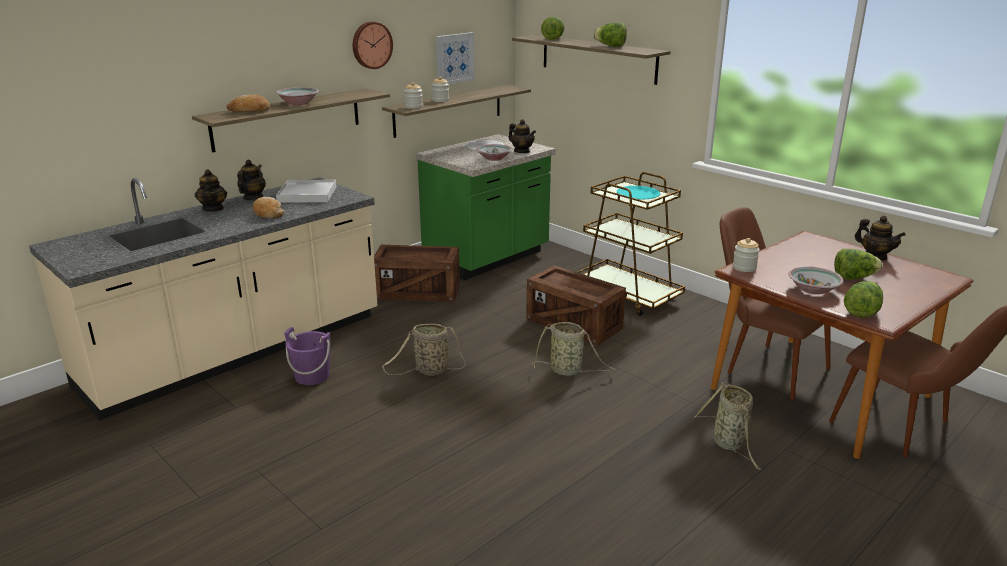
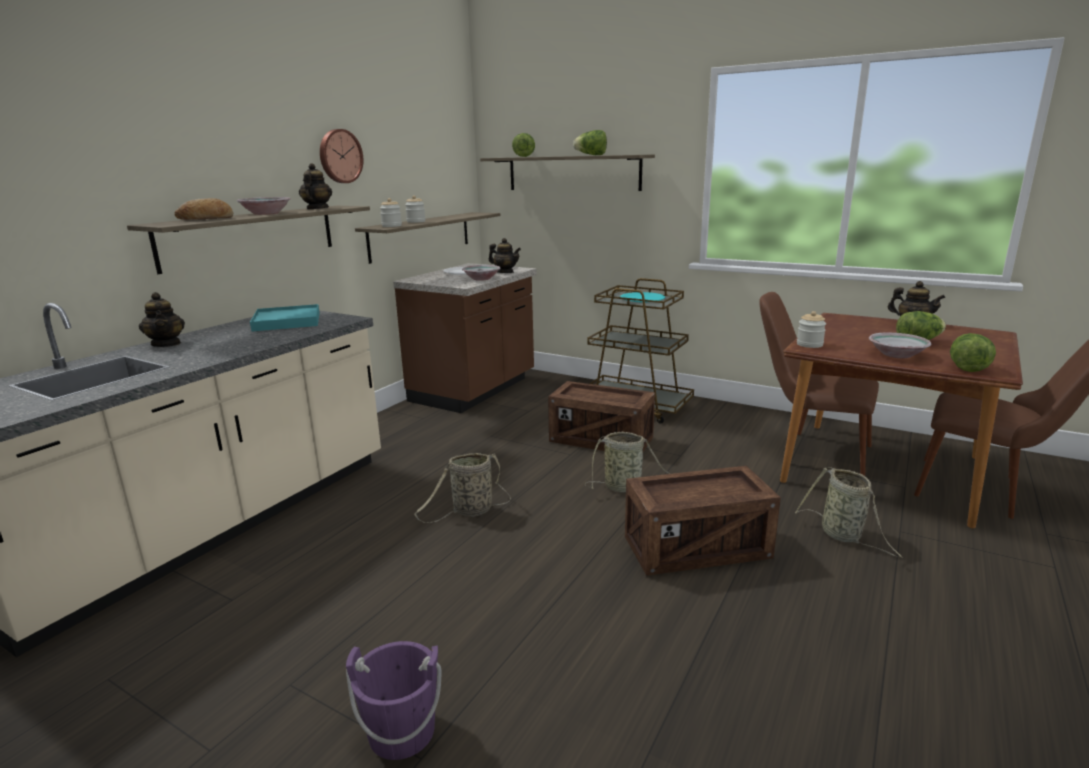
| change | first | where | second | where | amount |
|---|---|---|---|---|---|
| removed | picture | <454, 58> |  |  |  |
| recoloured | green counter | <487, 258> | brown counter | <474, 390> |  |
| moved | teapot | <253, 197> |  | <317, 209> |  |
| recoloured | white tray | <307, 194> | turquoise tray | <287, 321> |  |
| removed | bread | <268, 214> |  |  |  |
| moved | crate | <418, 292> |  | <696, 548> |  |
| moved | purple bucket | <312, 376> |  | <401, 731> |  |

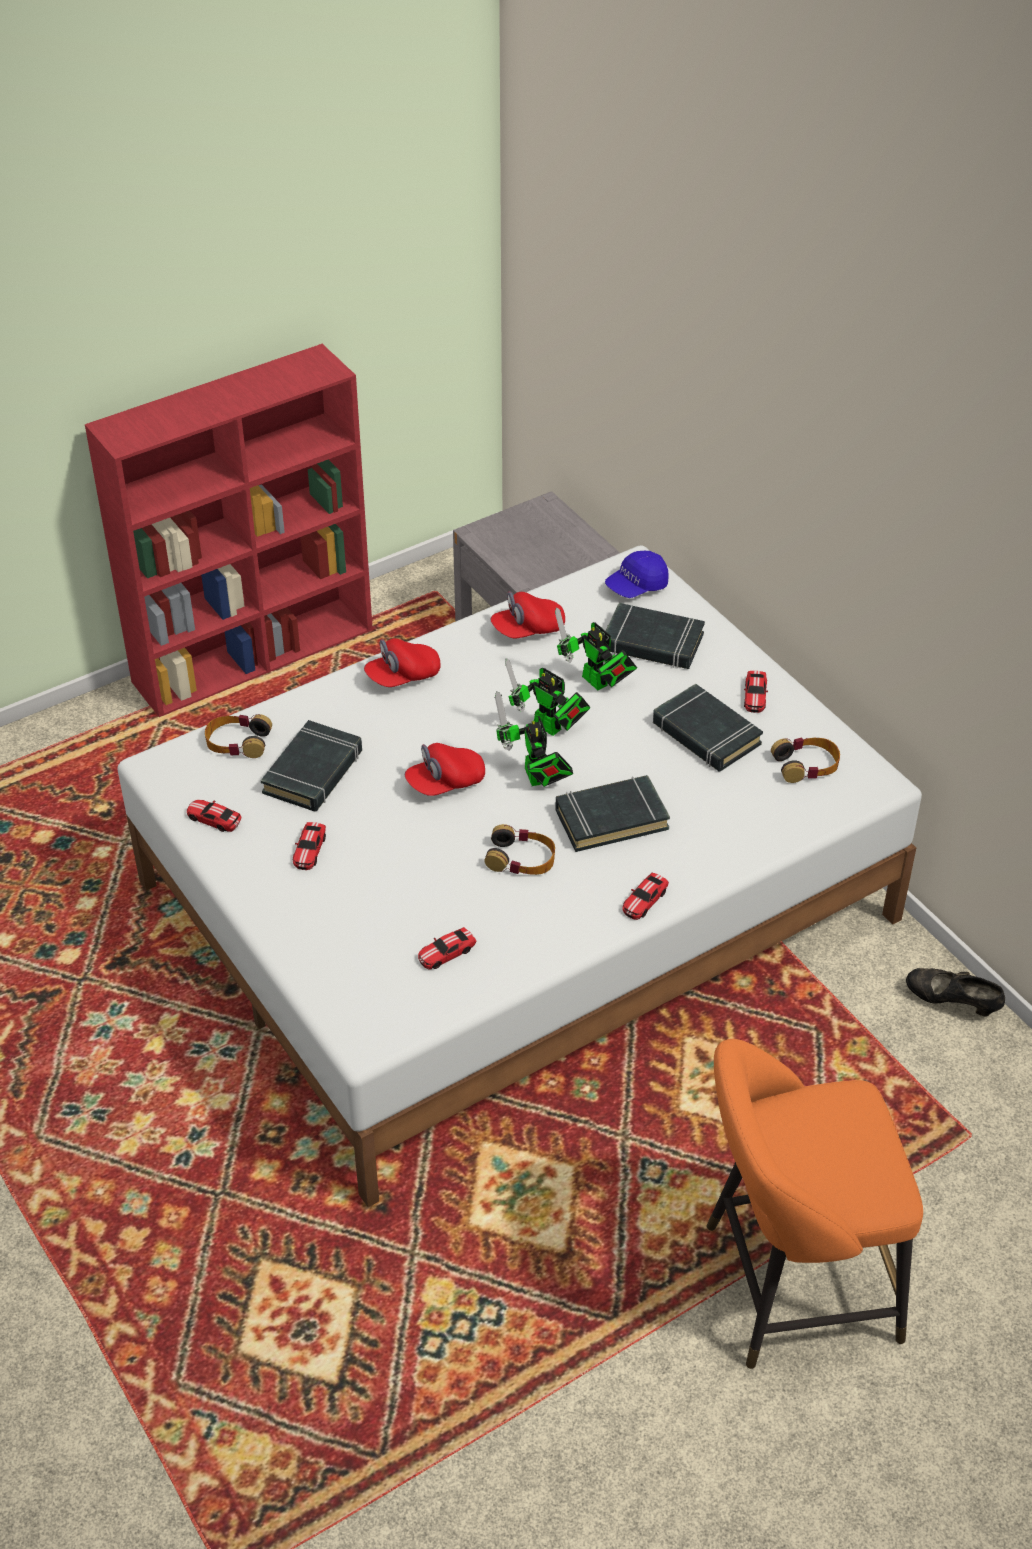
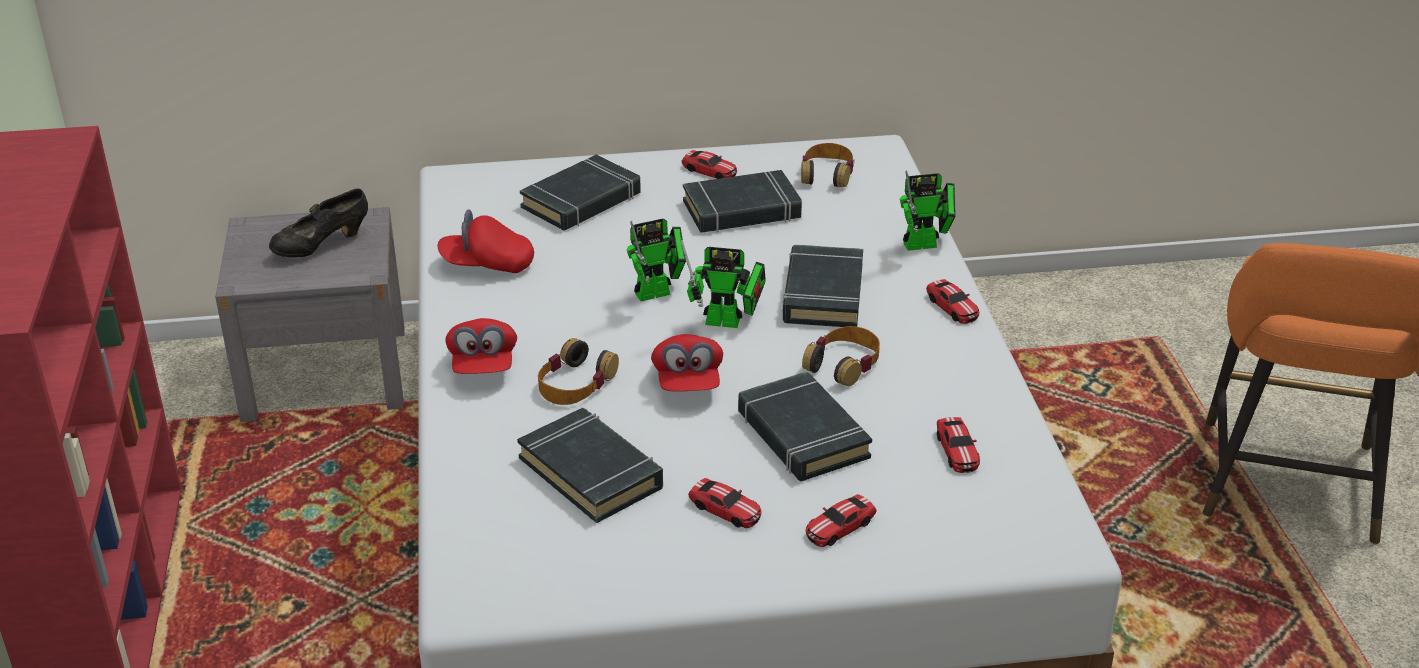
| change | first | where | second | where | amount |
|---|---|---|---|---|---|
| removed | blue cap | <636, 586> |  |  |  |
| turned | red cap | <528, 630> |  | <487, 264> | 90 degrees clockwise |
| moved | toy robot | <597, 683> |  | <925, 244> |  |
| moved | headphones | <238, 742> |  | <575, 383> |  |
| moved | toy car | <214, 819> |  | <840, 527> |  |
| moved | black shoe | <952, 1003> |  | <321, 246> |  |
| added |  |  | black book | <802, 435> |  |

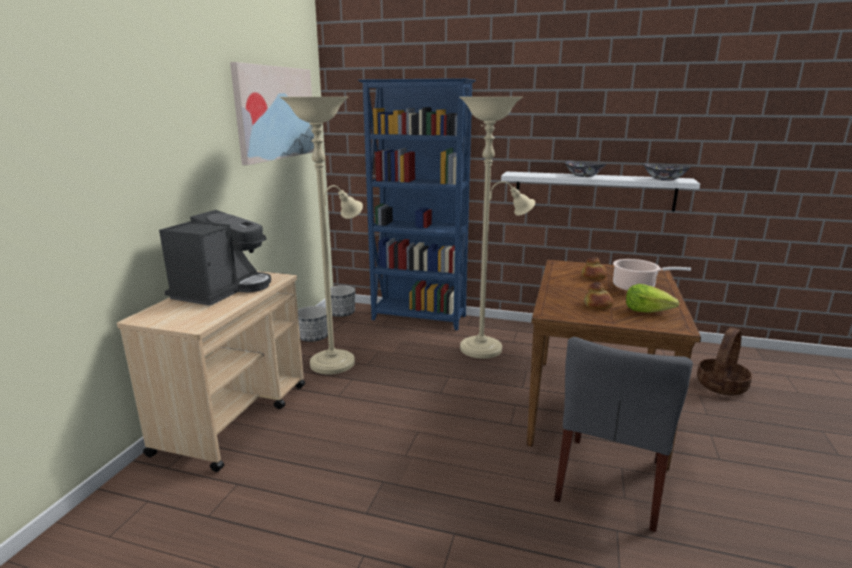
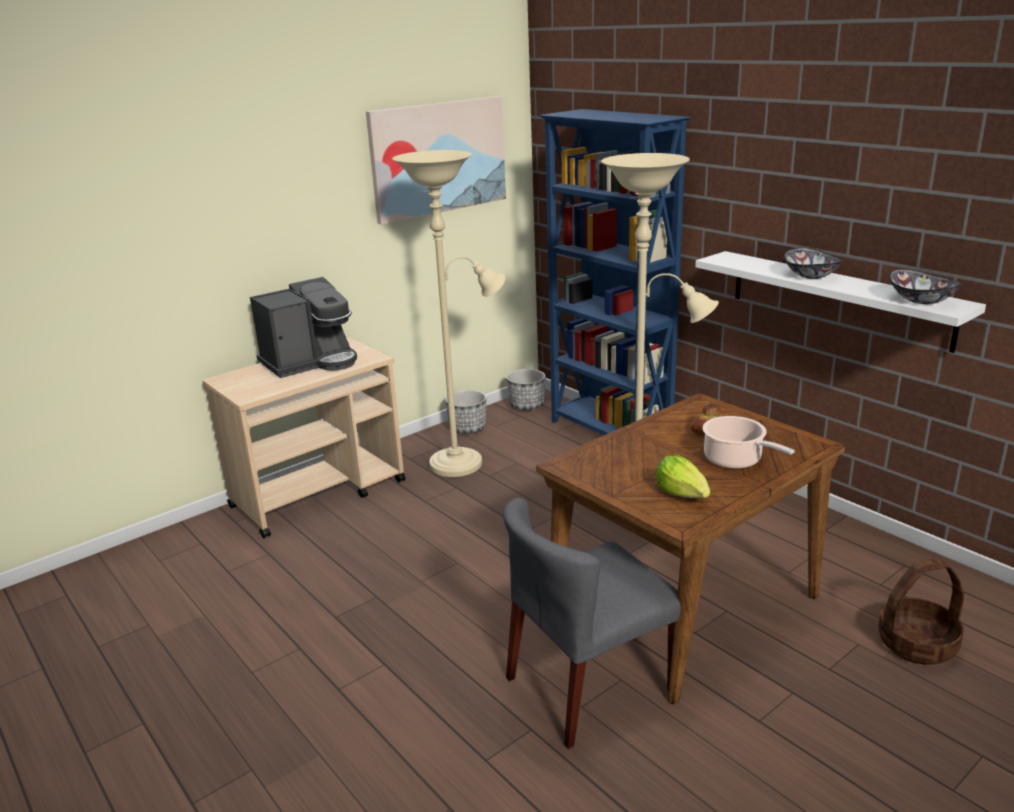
| change | first | where | second | where | amount |
|---|---|---|---|---|---|
| removed | bread | <597, 305> |  |  |  |

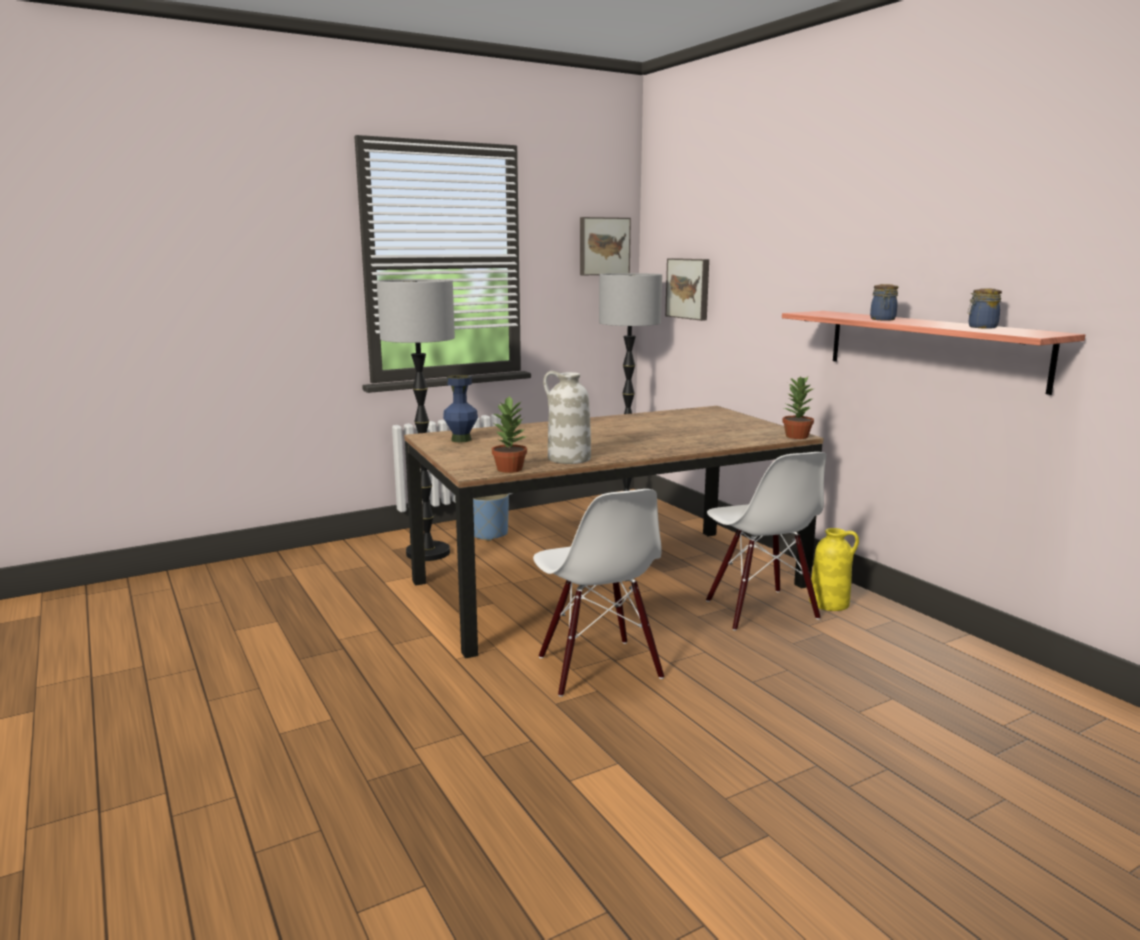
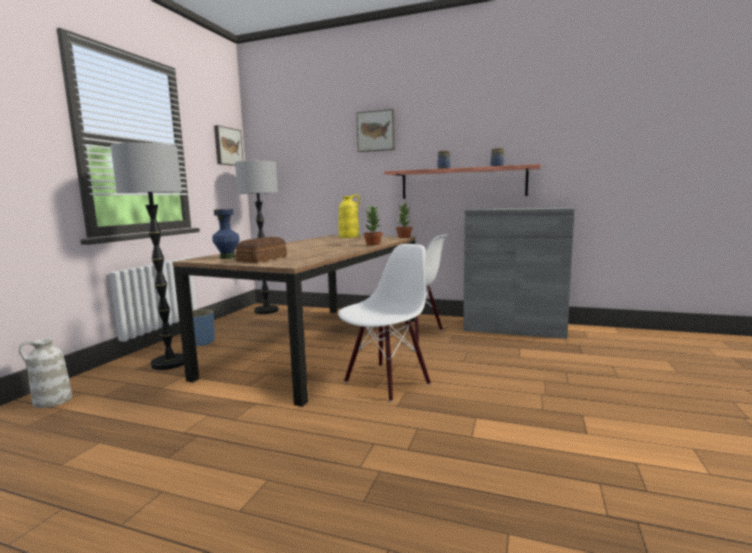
| change | first | where | second | where | amount |
|---|---|---|---|---|---|
| moved | picture | <689, 288> |  | <376, 131> |  |
| moved | white vase | <568, 459> |  | <52, 401> |  |
| moved | potted plant | <510, 469> |  | <373, 244> |  |
| turned | white chair | <597, 668> |  | <386, 382> | 75 degrees counterclockwise |
| moved | yellow vase | <829, 603> |  | <349, 237> |  |
| added |  |  | grey cabinet | <514, 327> |  |
| added |  |  | bread | <263, 259> |  |

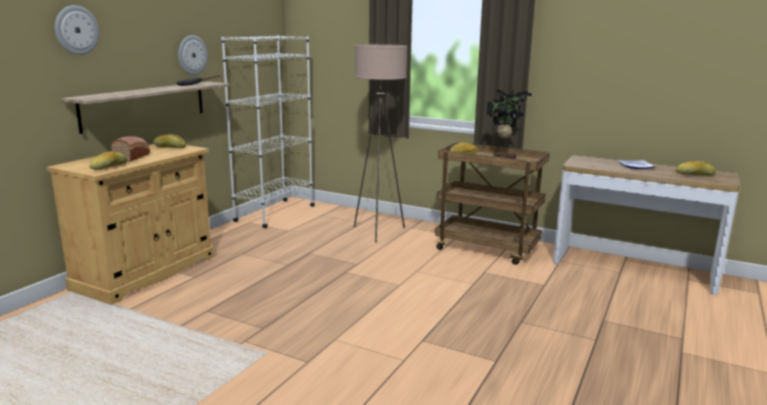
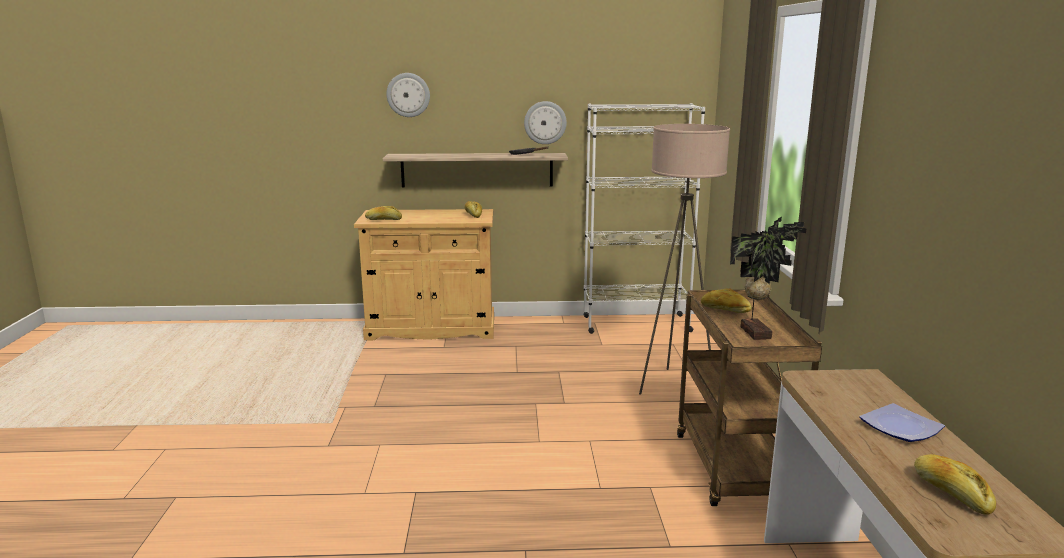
| change | first | where | second | where | amount |
|---|---|---|---|---|---|
| removed | bread | <133, 157> |  |  |  |

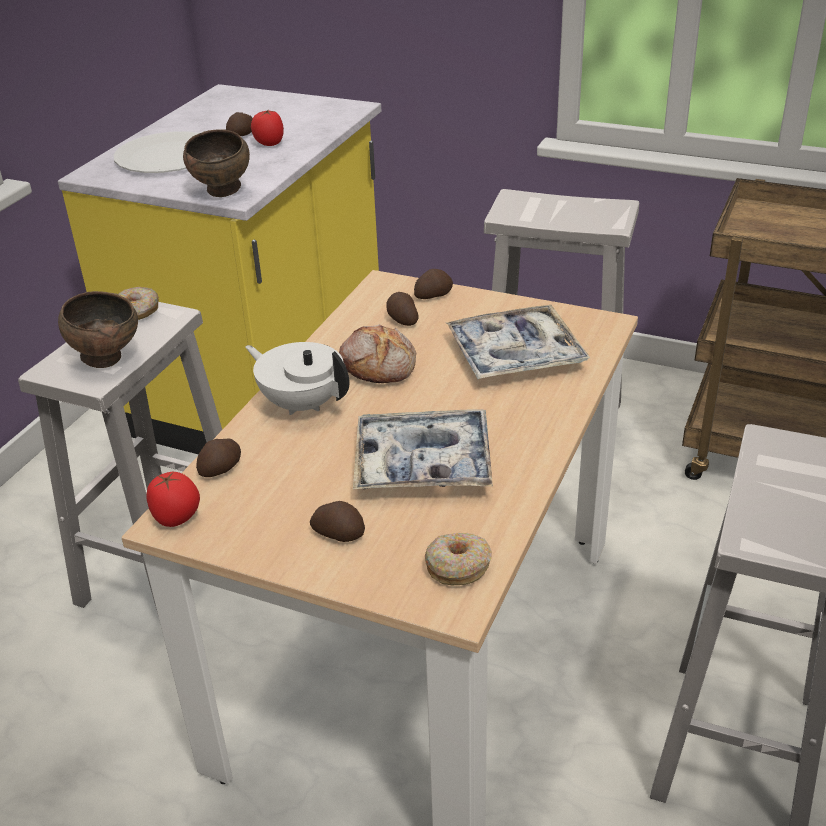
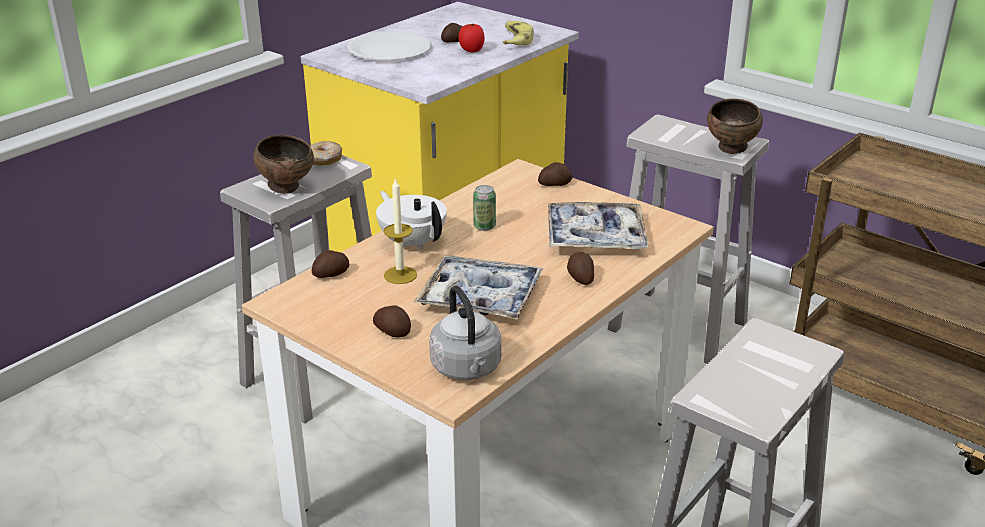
| change | first | where | second | where | amount |
|---|---|---|---|---|---|
| moved | brown bowl | <223, 193> |  | <731, 150> |  |
| moved | potato | <402, 319> |  | <580, 278> |  |
| replaced | bread | <379, 365> | can | <484, 226> |  |
| removed | tomato | <177, 518> |  |  |  |
| replaced | donut | <458, 566> | grey kettle | <467, 369> |  |
| added |  |  | banana | <515, 40> |  |
| added |  |  | candle | <400, 275> |  |

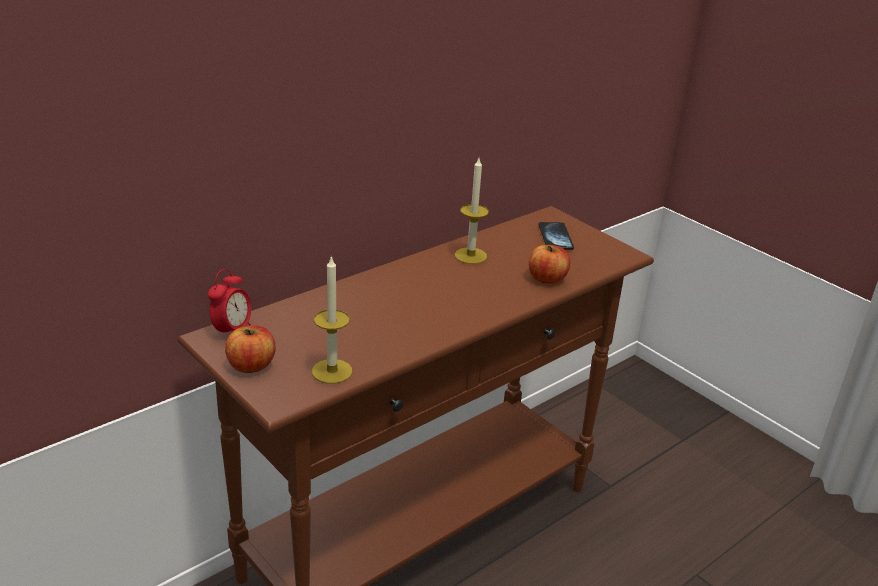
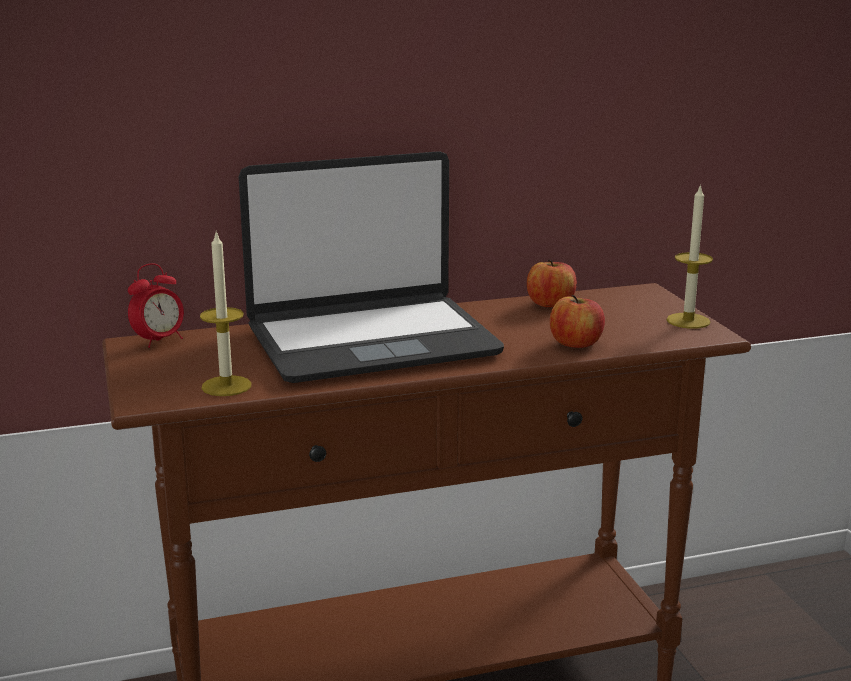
| change | first | where | second | where | amount |
|---|---|---|---|---|---|
| moved | candle | <470, 256> |  | <688, 321> |  |
| removed | phone | <555, 237> |  |  |  |
| moved | apple | <251, 365> |  | <550, 304> |  |
| added |  |  | laptop | <371, 341> |  |

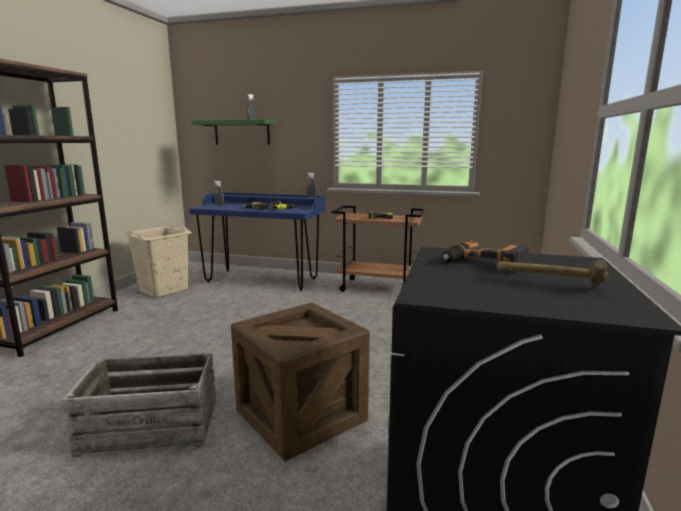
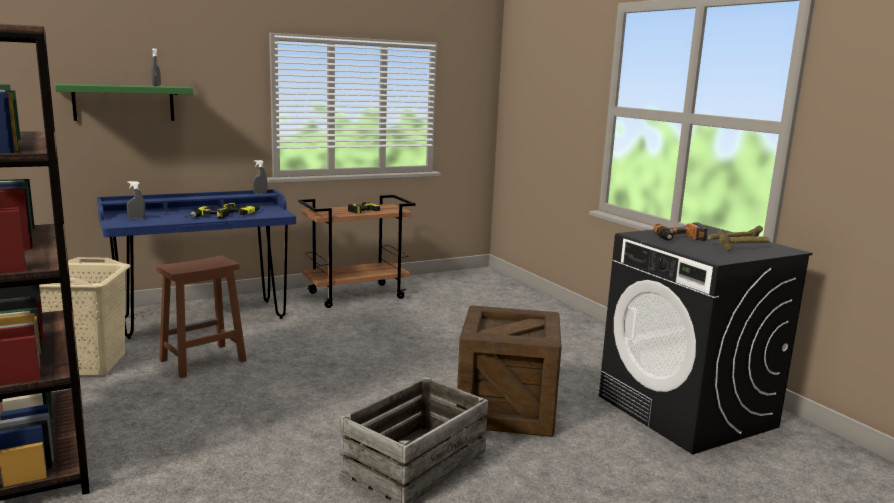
| change | first | where | second | where | amount |
|---|---|---|---|---|---|
| added |  |  | hammer | <743, 249> |  |
| added |  |  | brown stool | <202, 361> |  |

